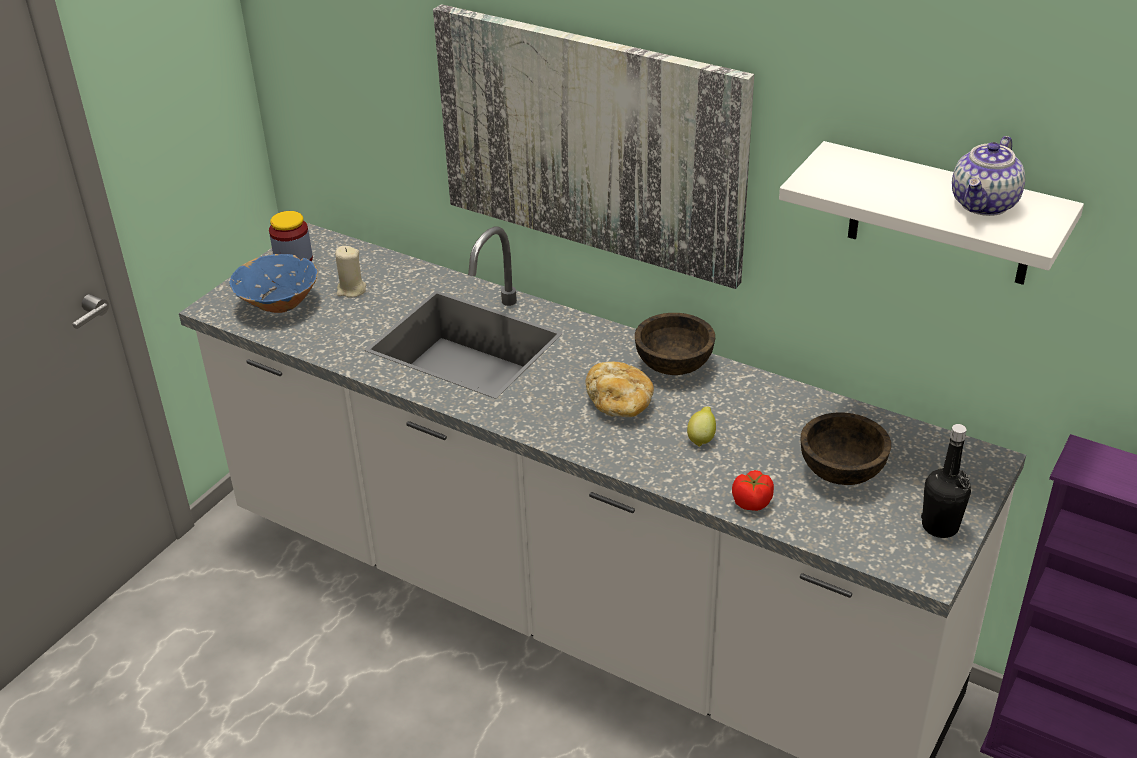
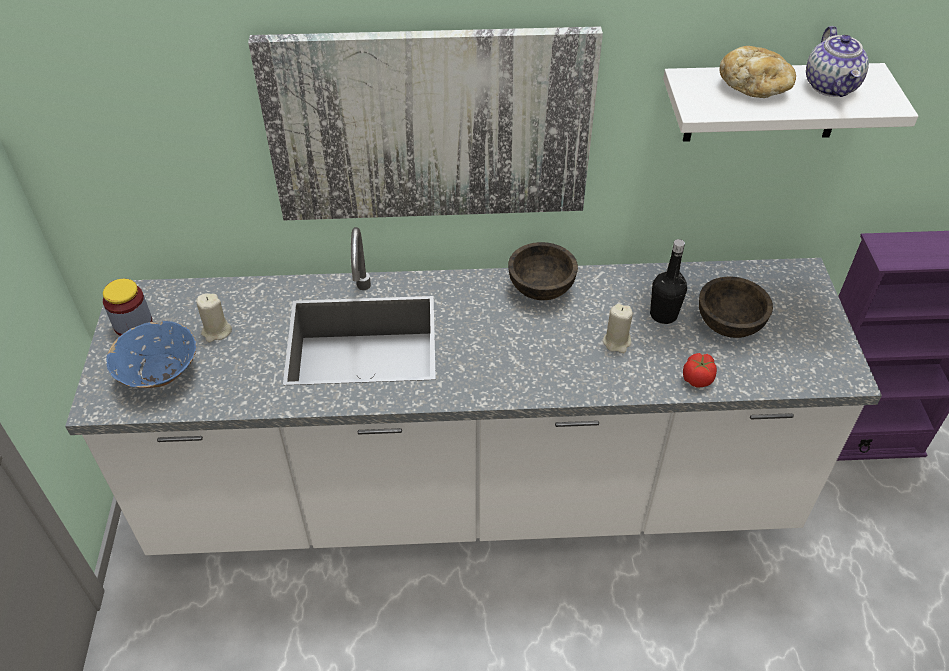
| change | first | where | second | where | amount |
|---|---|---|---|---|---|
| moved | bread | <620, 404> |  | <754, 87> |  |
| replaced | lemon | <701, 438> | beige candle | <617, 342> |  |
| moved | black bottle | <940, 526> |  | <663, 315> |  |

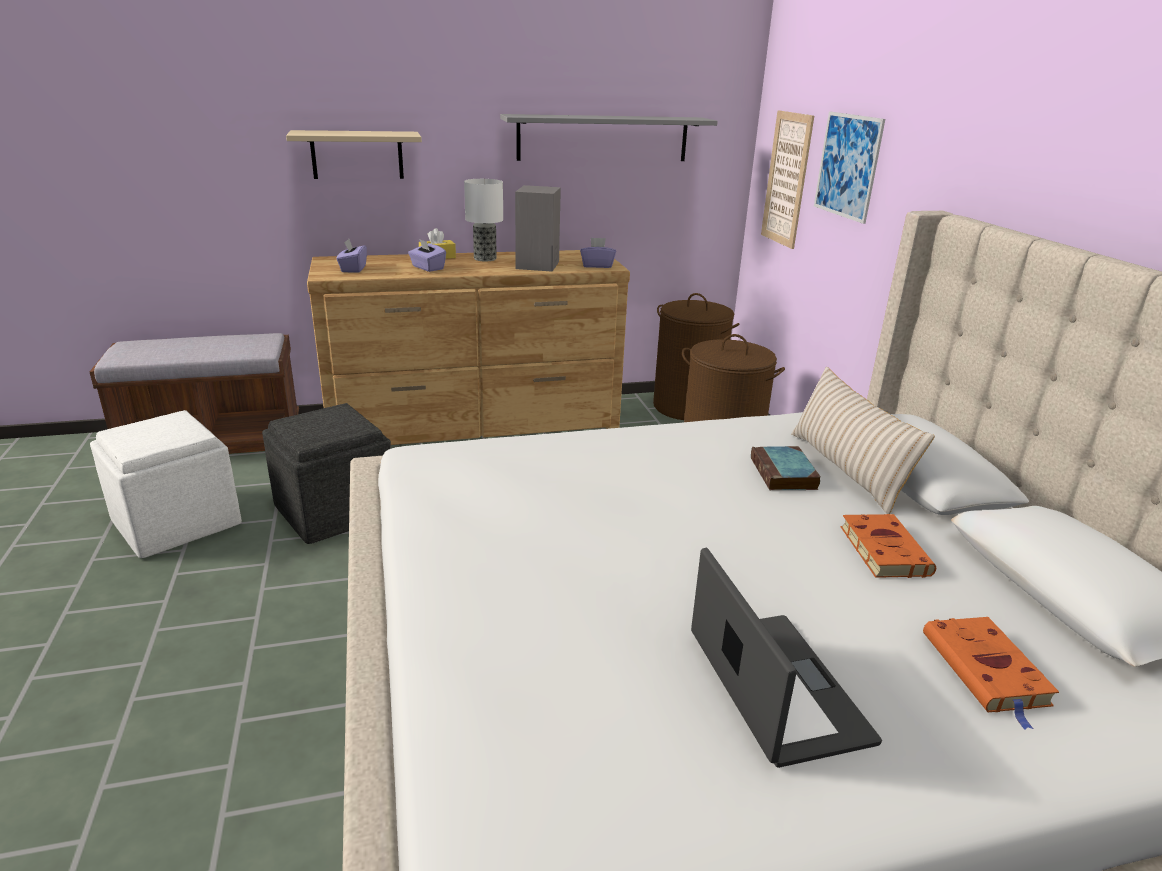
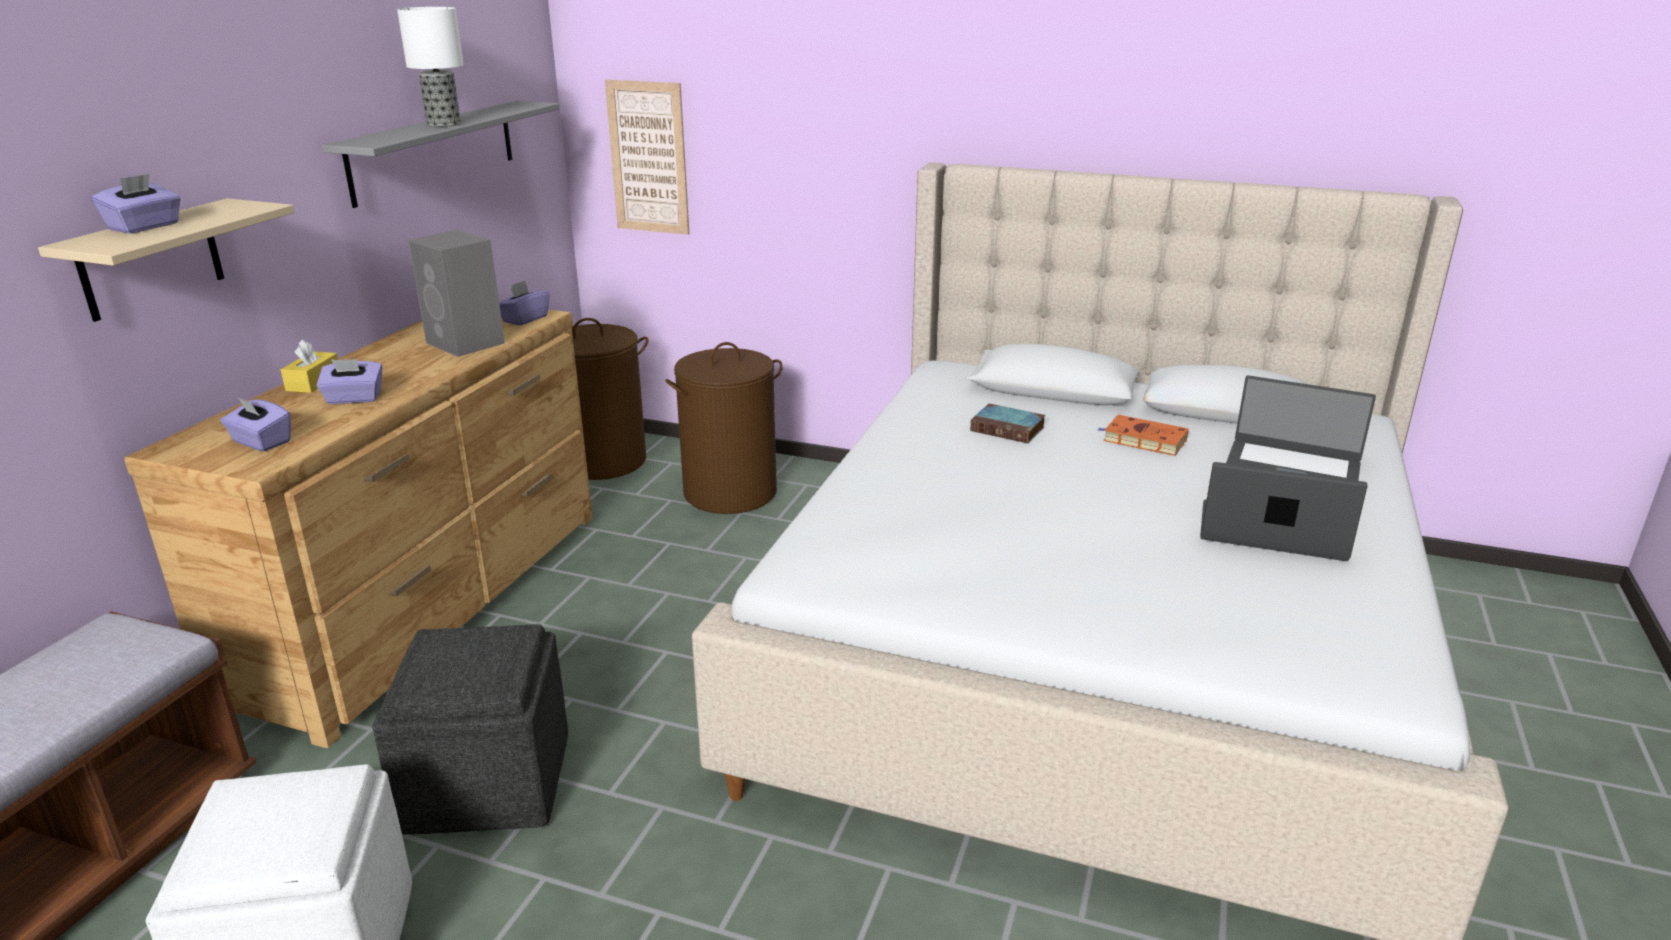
| change | first | where | second | where | amount |
|---|---|---|---|---|---|
| removed | picture | <847, 166> |  |  |  |
| moved | table lamp | <485, 258> |  | <444, 124> |  |
| removed | beige pillow | <846, 469> |  |  |  |
| replaced | orange book | <987, 672> | laptop | <1292, 467> |  |
| added |  |  | purple tissue box | <145, 227> |  |

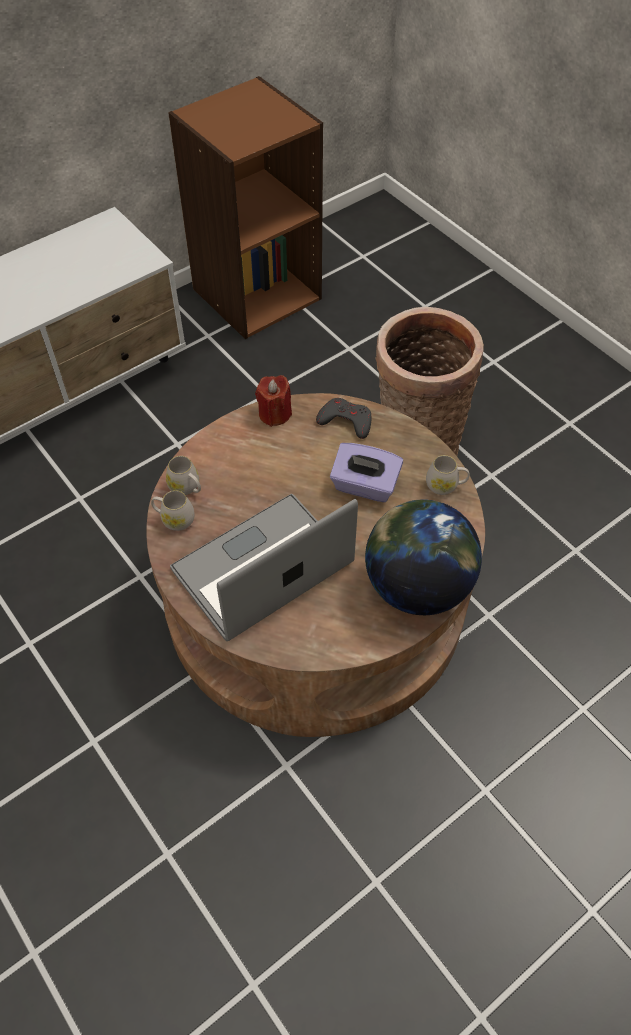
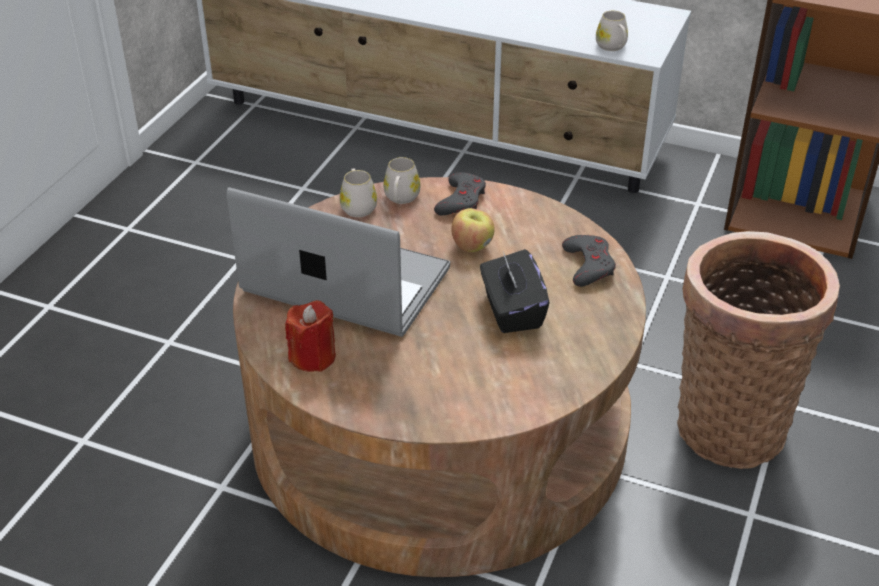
| change | first | where | second | where | amount |
|---|---|---|---|---|---|
| moved | red candle | <274, 414> |  | <313, 357> |  |
| recoloured | purple tissue box | <364, 486> | black tissue box | <511, 311> |  |
| moved | white mug | <445, 485> |  | <612, 47> |  |
| removed | globe | <417, 586> |  |  |  |
| added |  |  | grey game controller | <461, 200> |  |
| added |  |  | apple | <472, 246> |  |

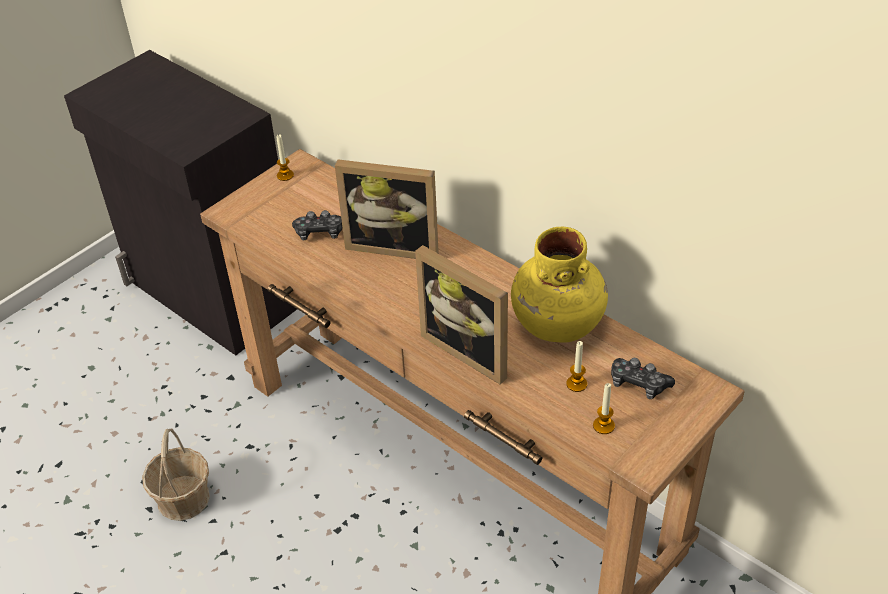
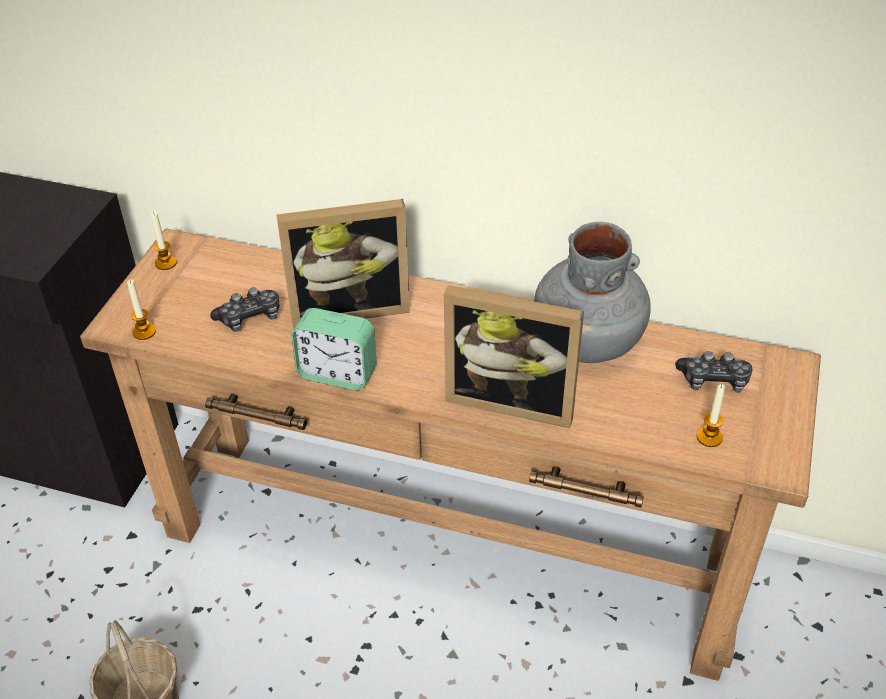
| change | first | where | second | where | amount |
|---|---|---|---|---|---|
| recoloured | yellow vase | <557, 323> | grey vase | <587, 341> |  |
| moved | candle | <576, 384> |  | <144, 332> |  |
| added |  |  | alarm clock | <337, 373> |  |

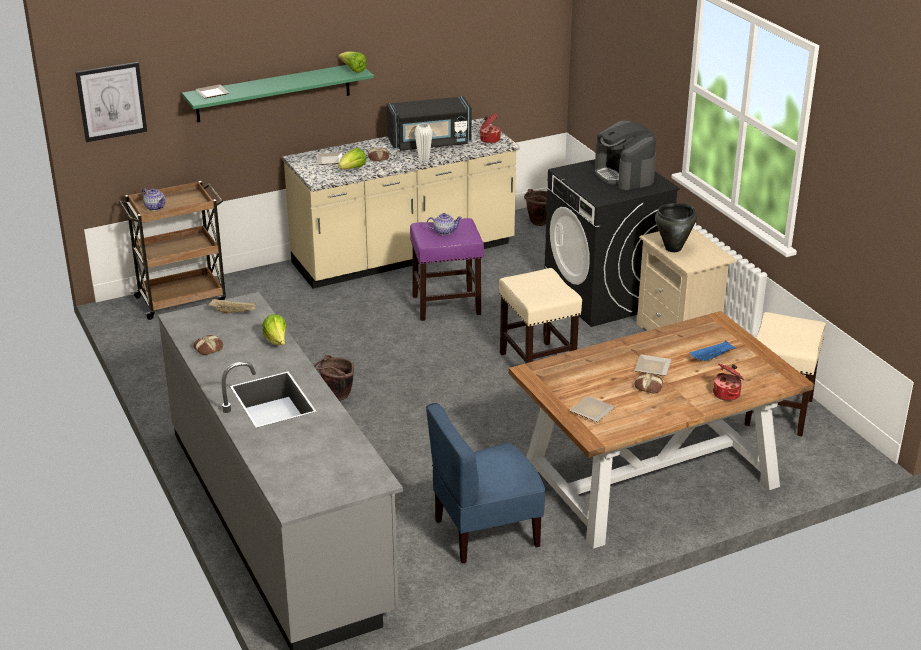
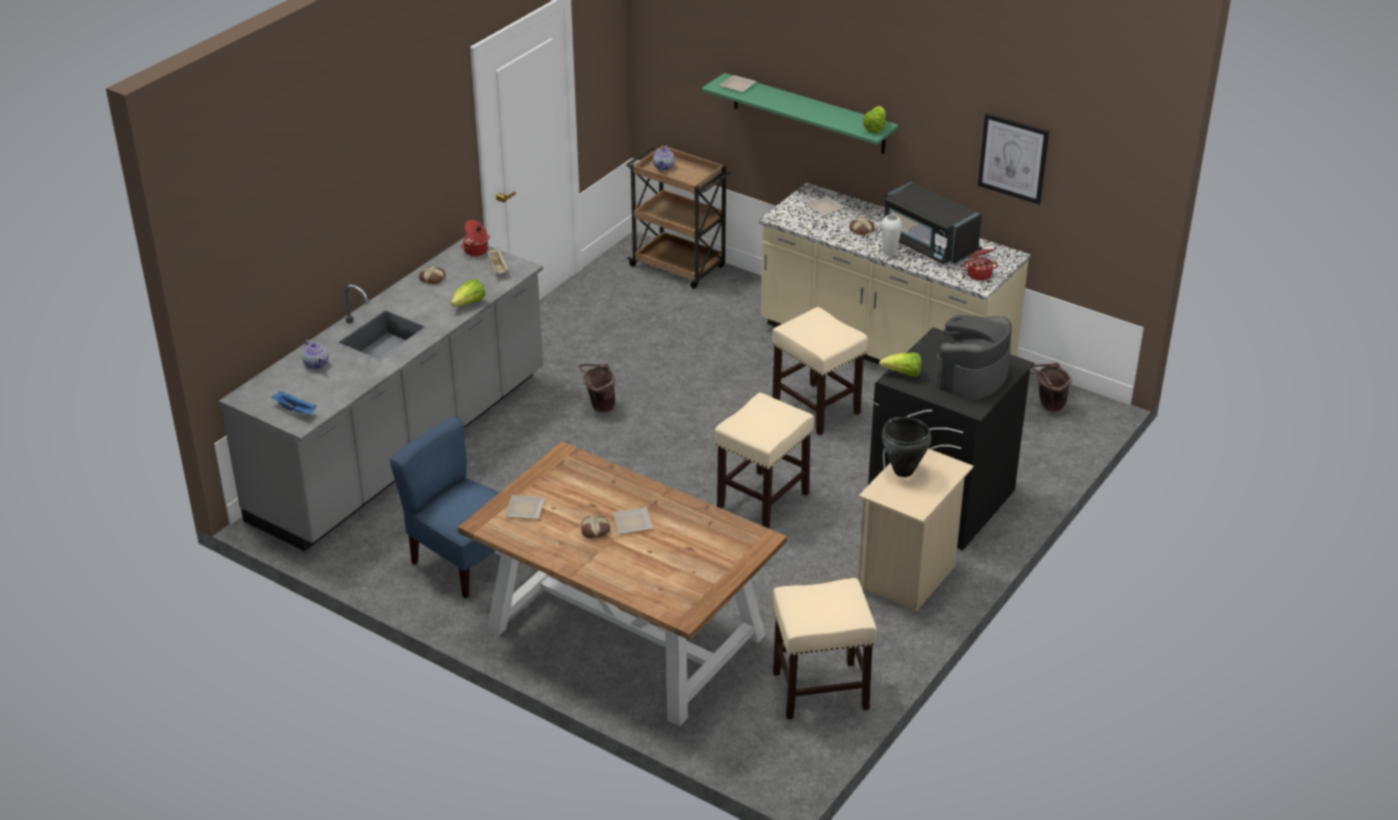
| change | first | where | second | where | amount |
|---|---|---|---|---|---|
| moved | picture | <111, 101> |  | <1013, 158> |  |
| moved | lettuce | <352, 169> |  | <903, 374> |  |
| moved | teapot | <444, 231> |  | <316, 364> |  |
| recoloured | purple stool | <447, 305> | beige stool | <817, 409> |  |
| moved | blue tray | <712, 357> |  | <296, 410> |  |
| moved | cooking pot | <727, 394> |  | <476, 251> |  |

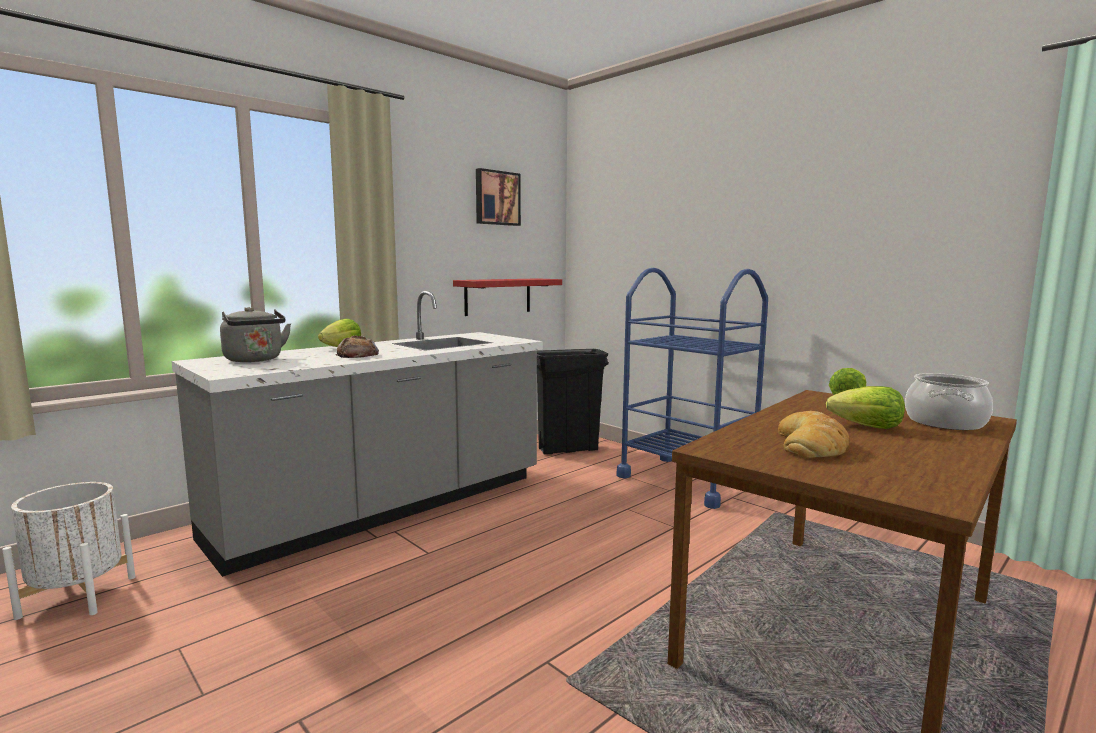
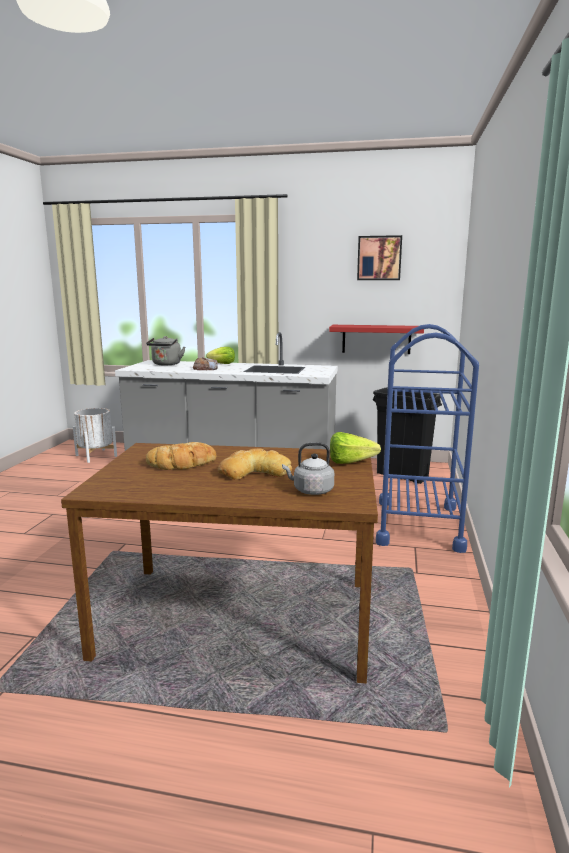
| change | first | where | second | where | amount |
|---|---|---|---|---|---|
| replaced | cooking pot | <945, 422> | grey kettle | <311, 491> |  |
| replaced | lettuce | <867, 427> | bread | <254, 472> |  |

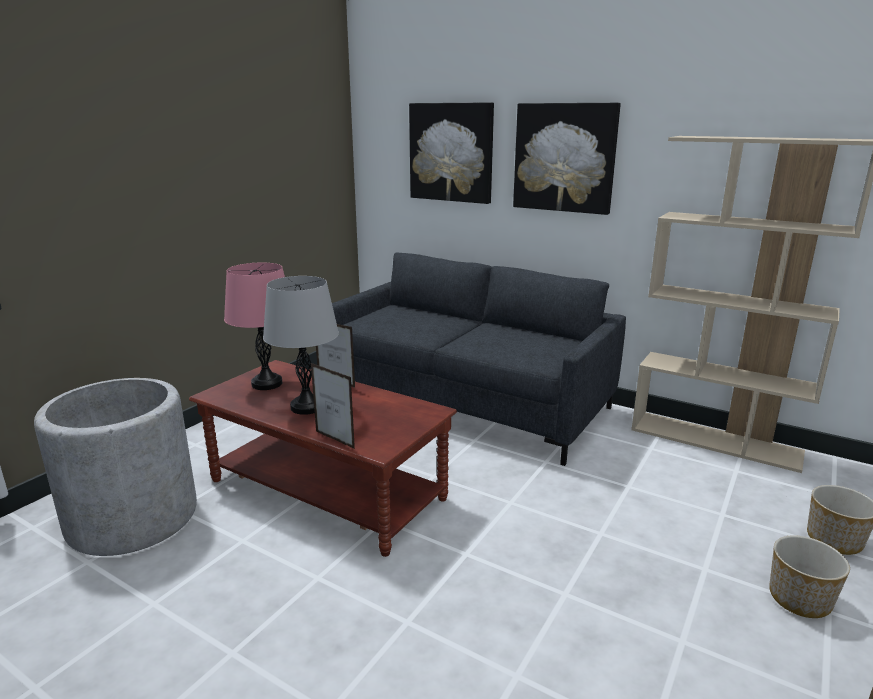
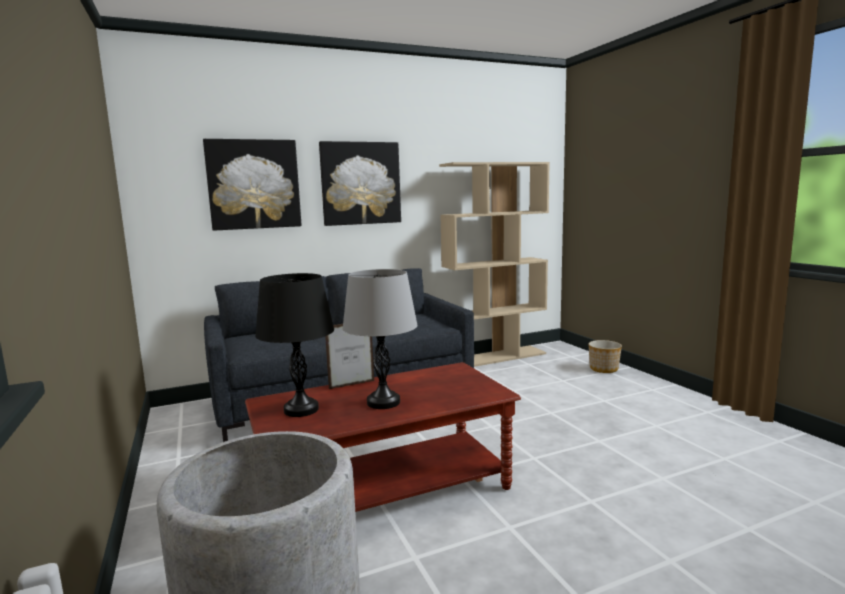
| change | first | where | second | where | amount |
|---|---|---|---|---|---|
| recoloured | pink table lamp | <267, 384> | black table lamp | <301, 410> |  |
| removed | picture frame | <335, 440> |  |  |  |
| removed | planter | <799, 598> |  |  |  |

